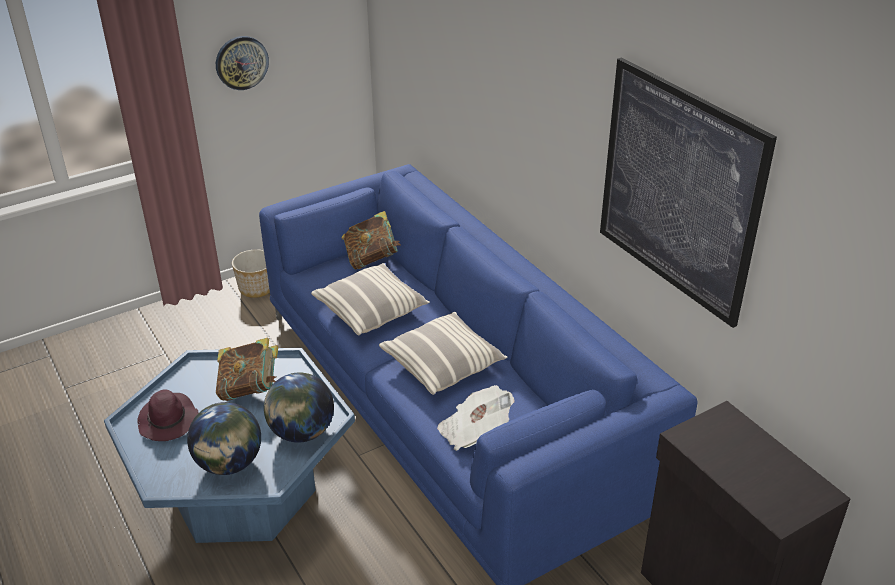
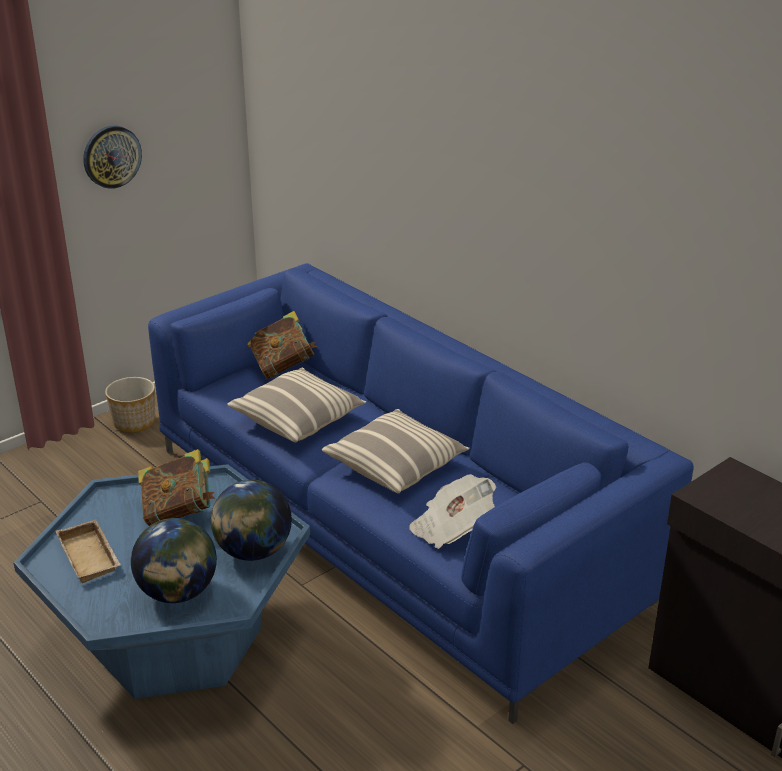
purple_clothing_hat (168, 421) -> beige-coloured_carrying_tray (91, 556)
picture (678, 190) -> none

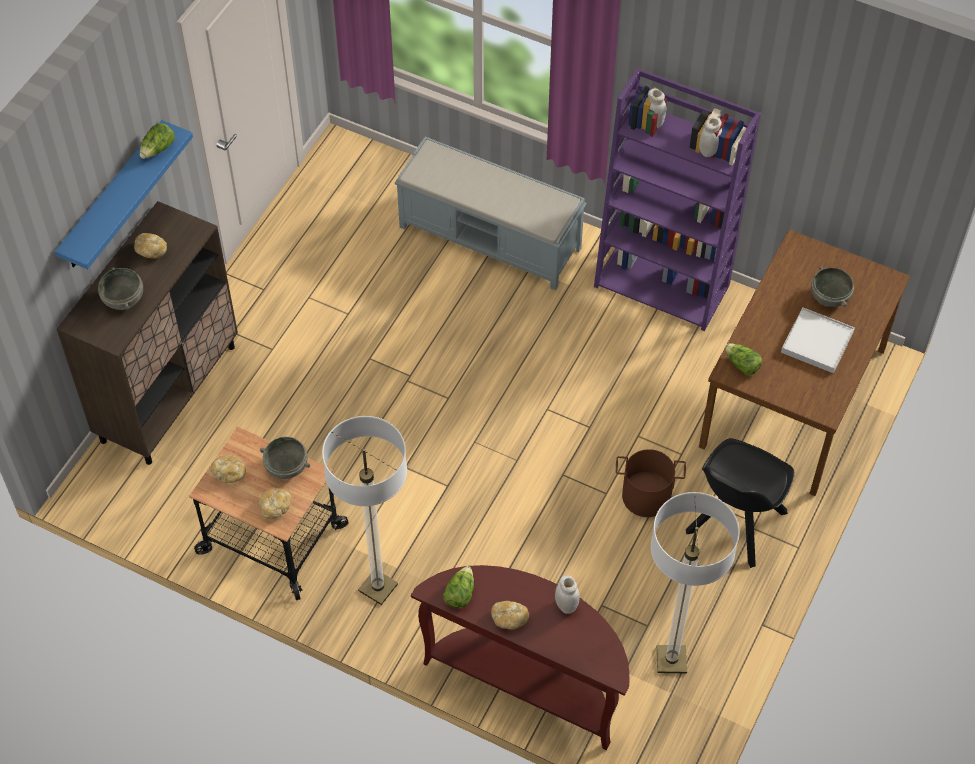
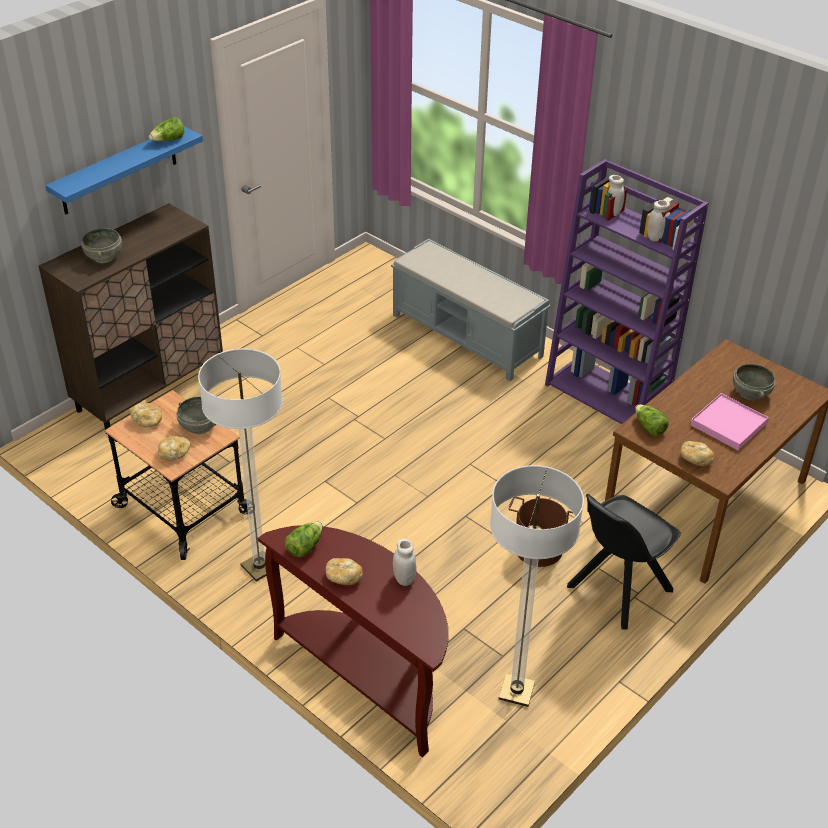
bakery_bread (151, 250) -> bakery_bread (695, 459), relocated
white-coloured_carrying_tray (817, 342) -> pinkish_carrying_tray (728, 424)

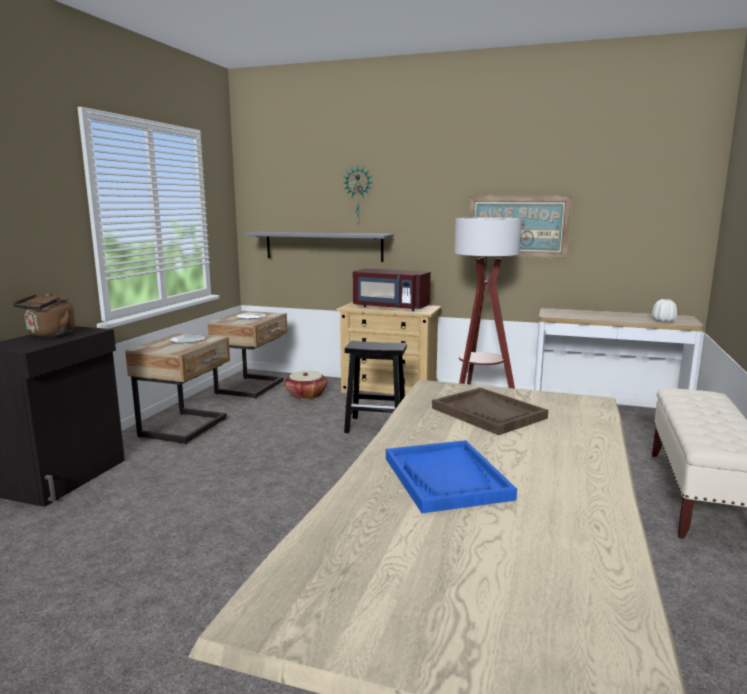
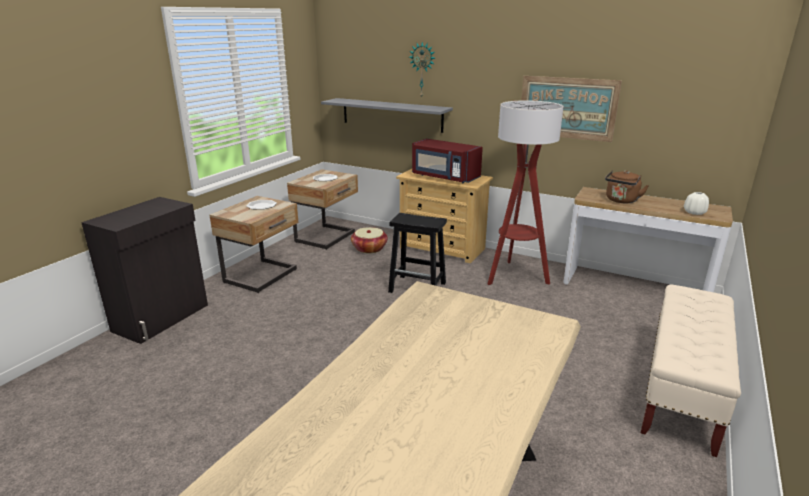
brown_tea_kettle (49, 335) -> brown_tea_kettle (621, 201), relocated
bluish_carrying_tray (446, 478) -> none
brown_carrying_tray (488, 413) -> none

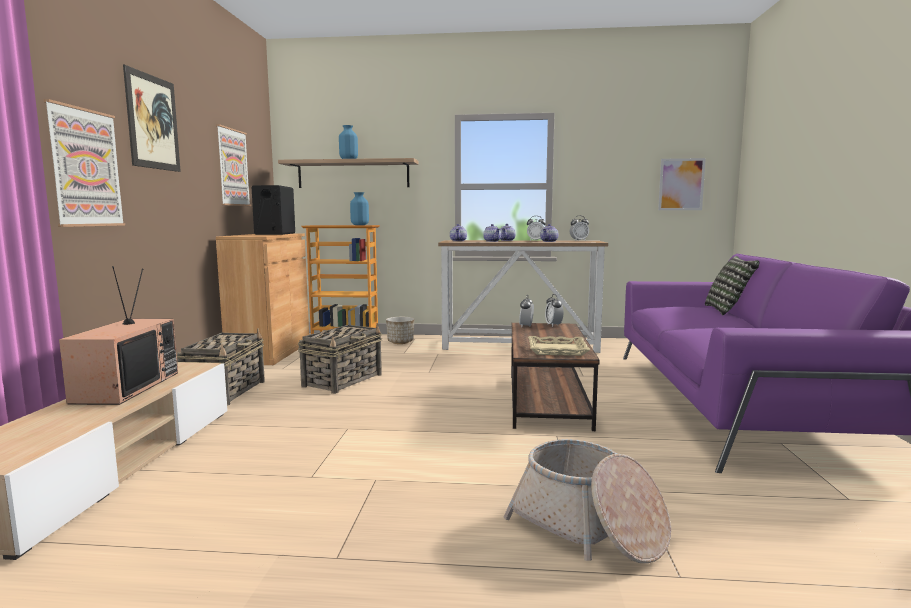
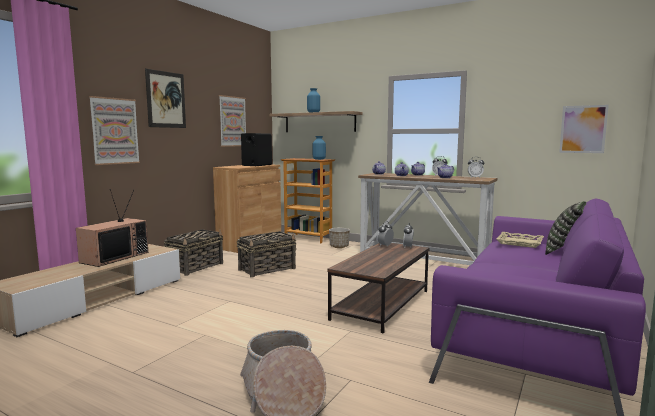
beige-coloured_carrying_tray (557, 350) -> beige-coloured_carrying_tray (520, 242), relocated

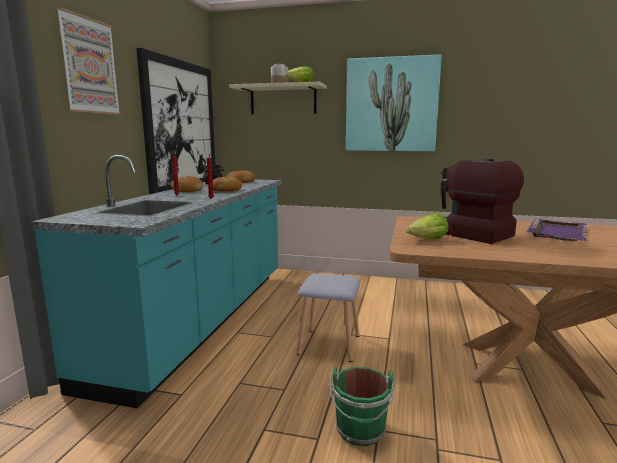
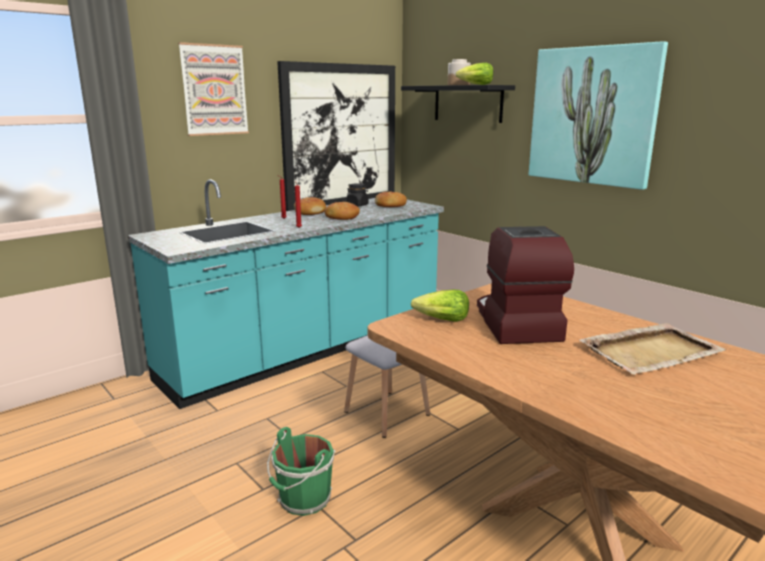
beige-coloured_bracket_shelf (283, 100) -> blackish_bracket_shelf (467, 103)
purple_carrying_tray (557, 232) -> beige-coloured_carrying_tray (651, 351)

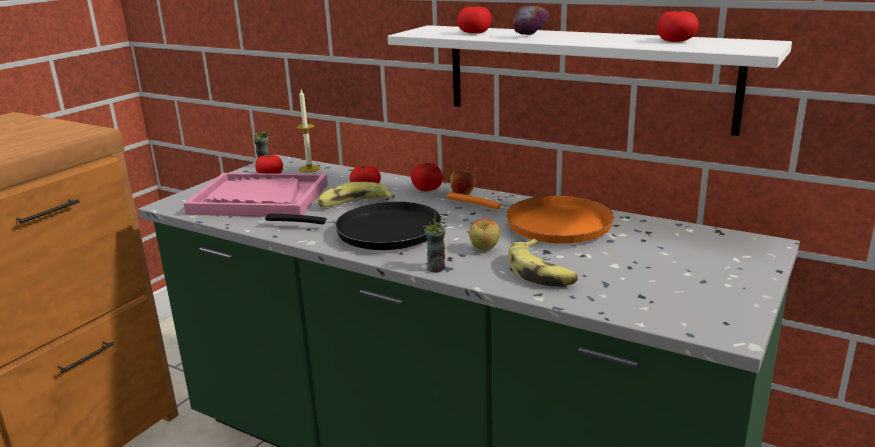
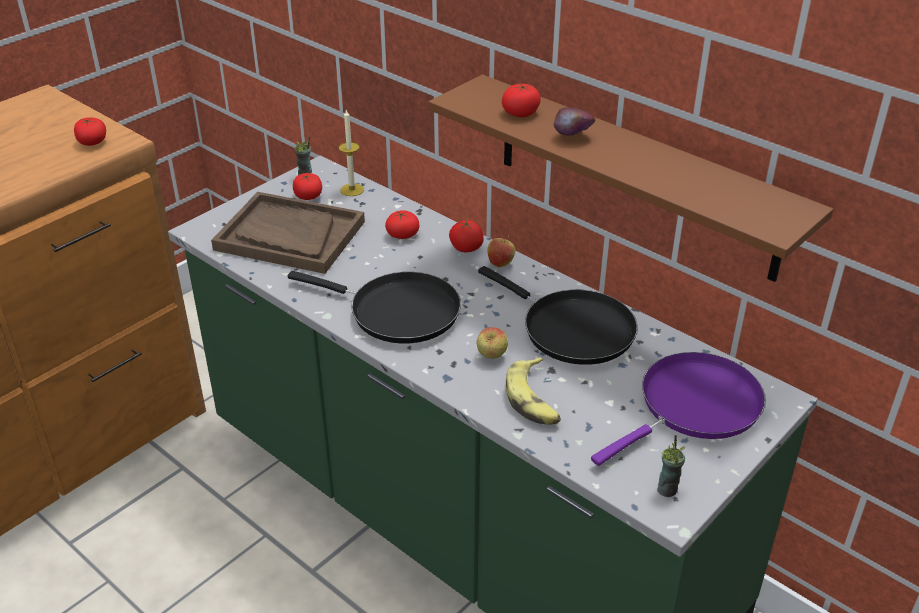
pinkish_carrying_tray (259, 199) -> brown_carrying_tray (289, 236)
banana_fruit (354, 204) -> none
white-coloured_bracket_shelf (585, 76) -> brown_bracket_shelf (634, 176)
drinking_cup (436, 268) -> drinking_cup (667, 489), relocated
orange-coloured_skillet (550, 224) -> blackish_skillet (572, 329)
fresh_tomato (676, 40) -> fresh_tomato (92, 142), relocated
none -> purple_skillet (694, 407)

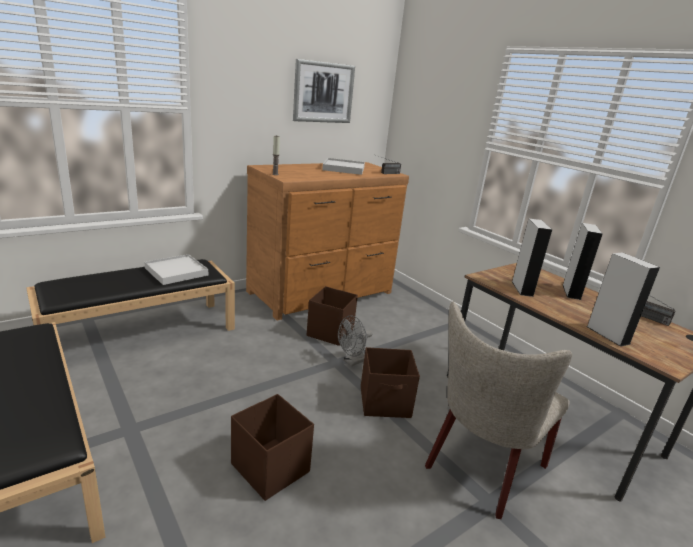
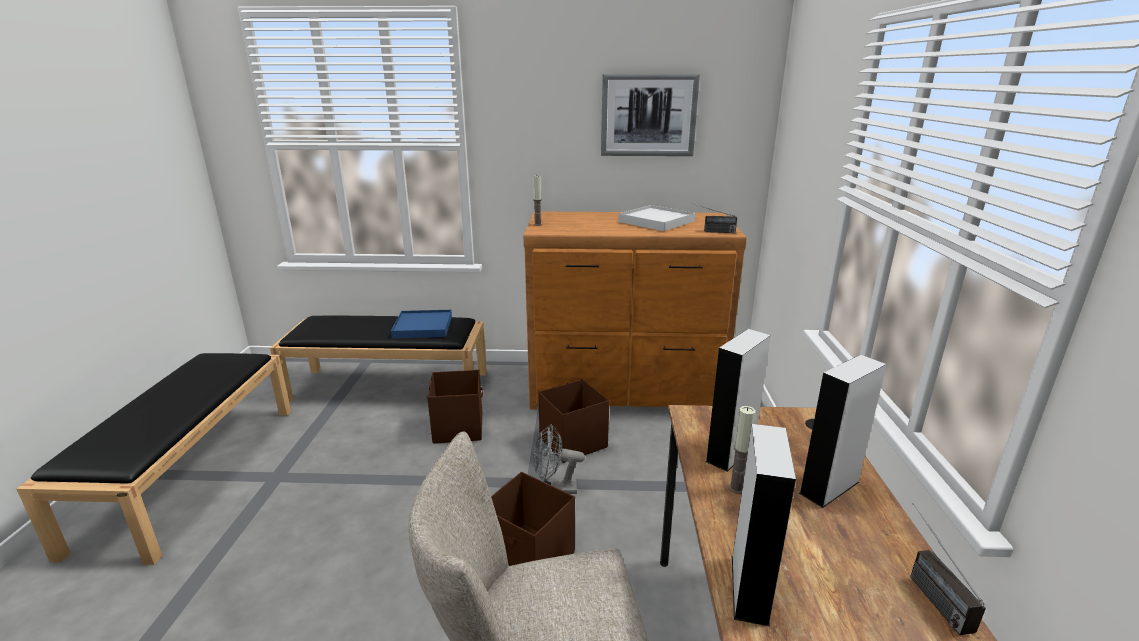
white-coloured_carrying_tray (176, 271) -> bluish_carrying_tray (423, 327)
brown_storage_container (270, 467) -> brown_storage_container (459, 427), relocated
none -> candle (736, 488)

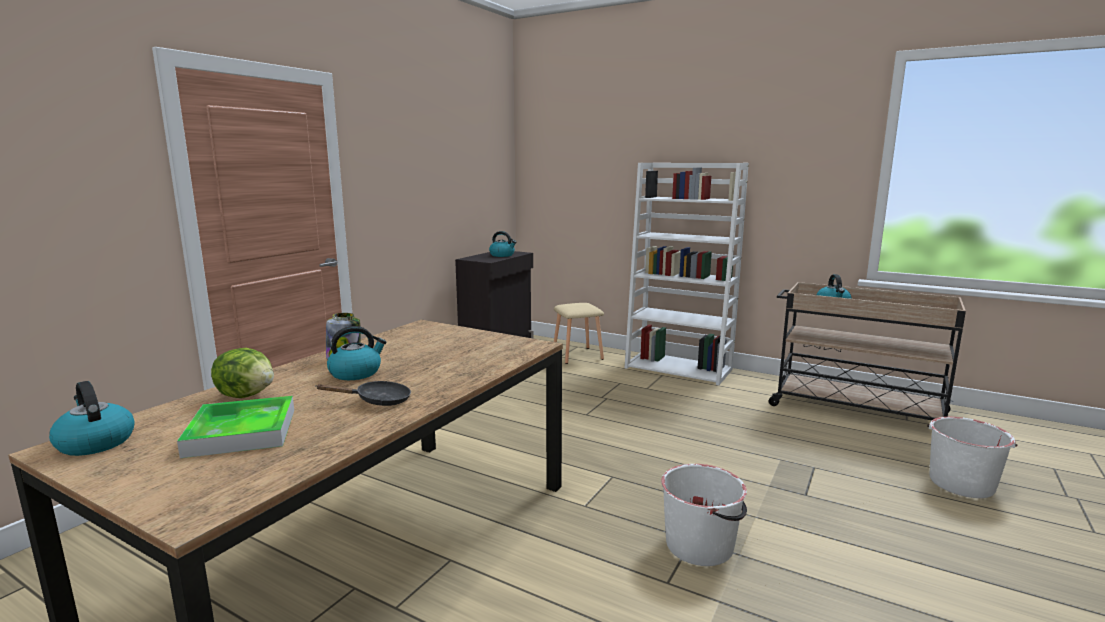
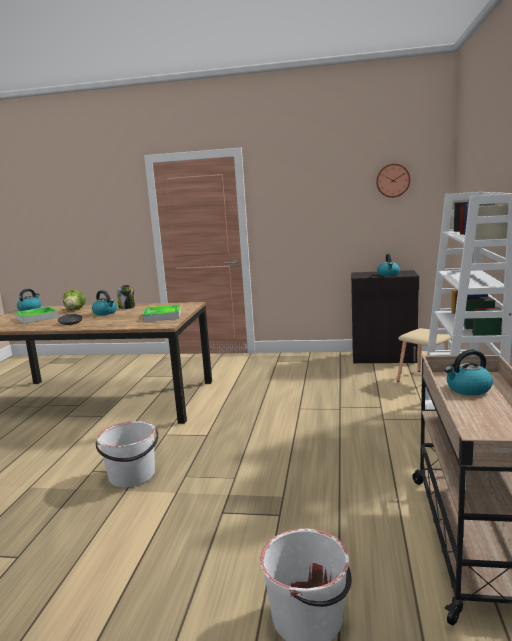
none -> carrying_tray (162, 316)
none -> wall_clock (392, 180)

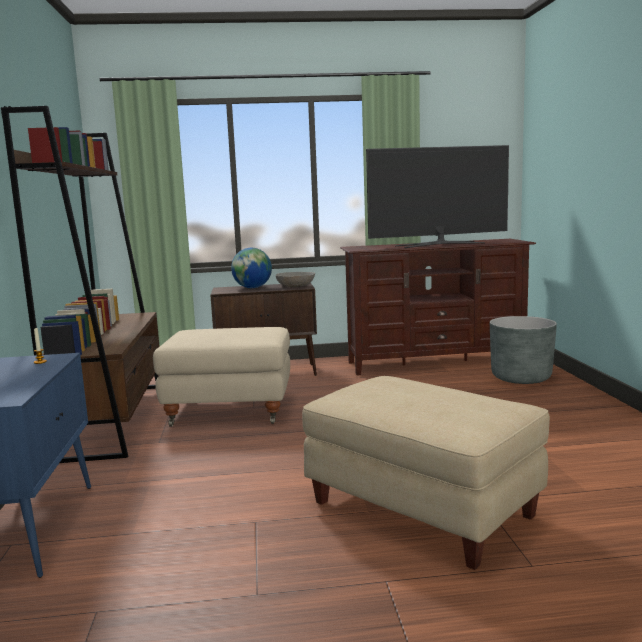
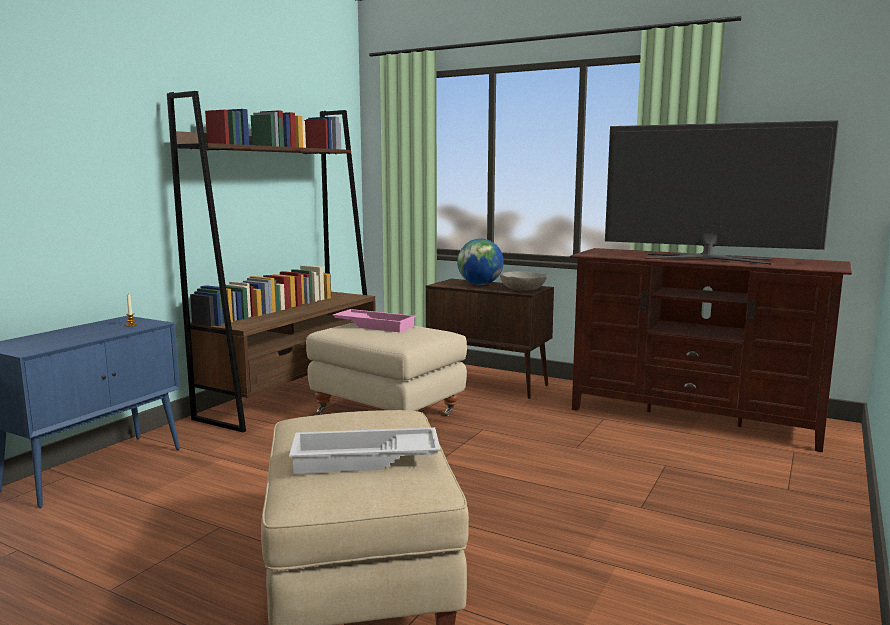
gray_flower_pot (521, 377) -> none
none -> white-coloured_carrying_tray (364, 460)
none -> pinkish_carrying_tray (375, 325)

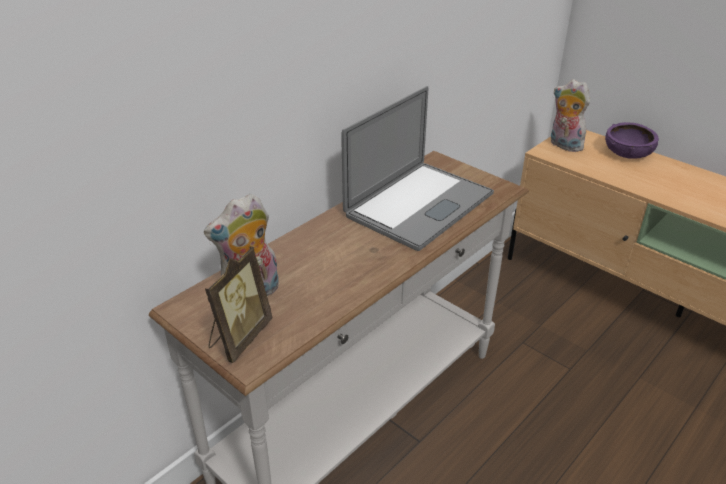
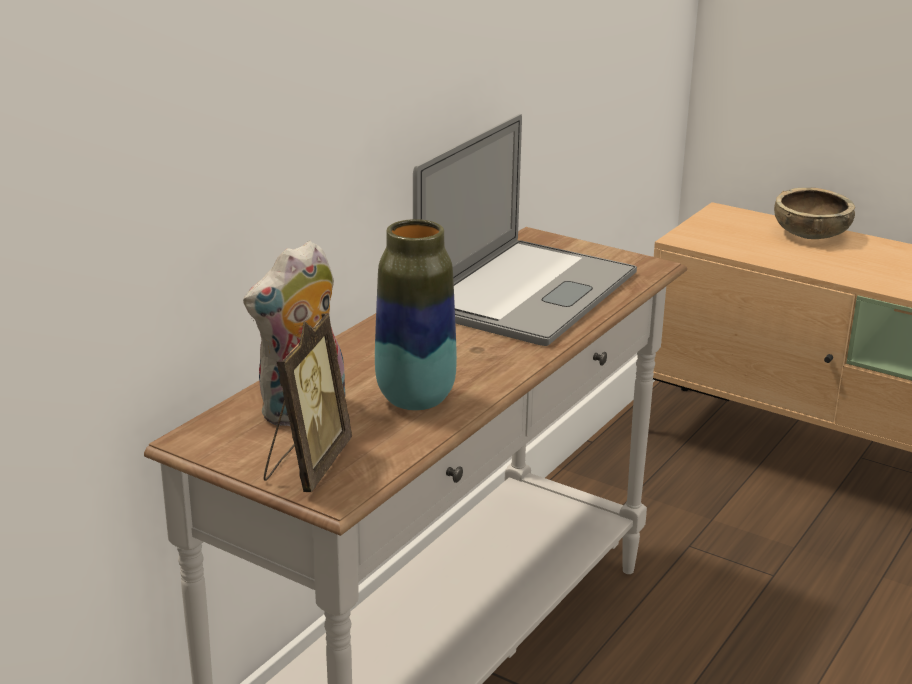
cuddly_toy (563, 145) -> none
purple_bowl (627, 153) -> brown_bowl (810, 234)
none -> vase (415, 399)

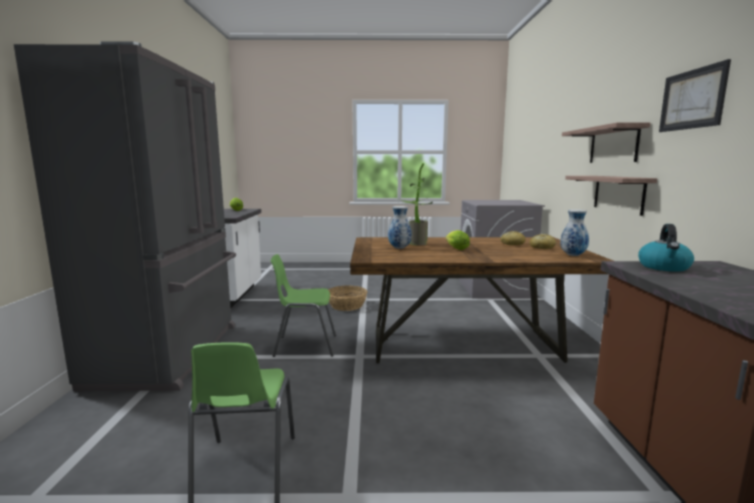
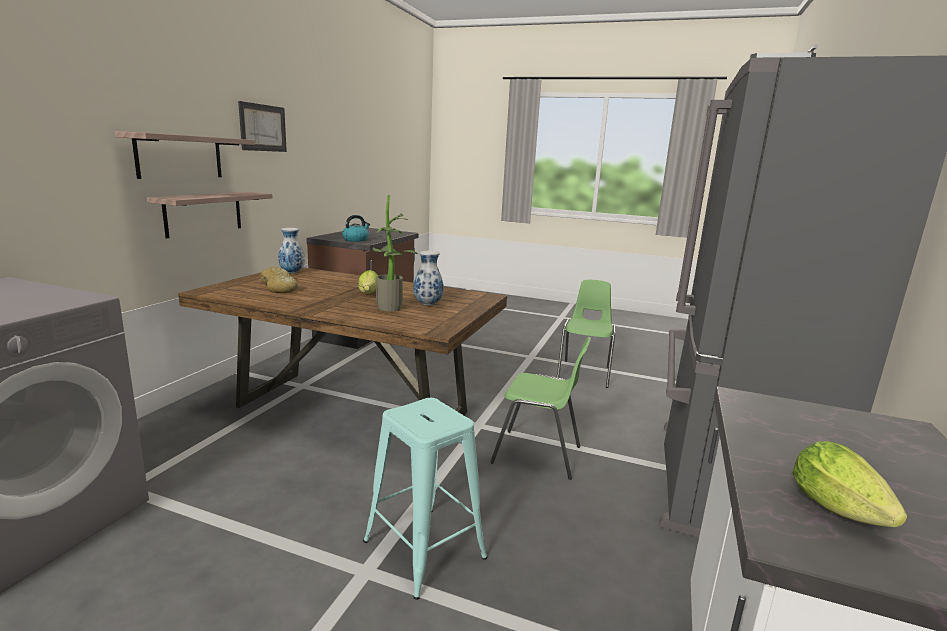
household_basket (347, 305) -> turquoise_stool_seat (424, 549)

